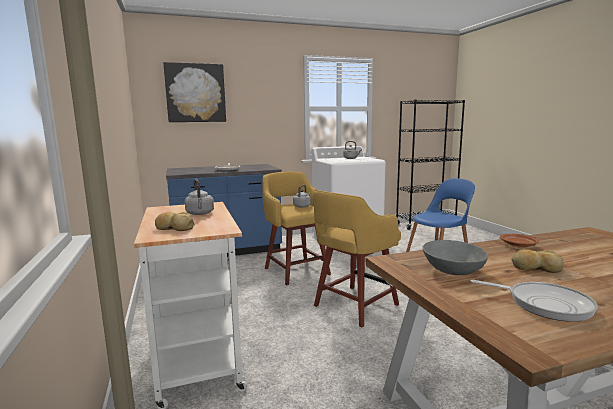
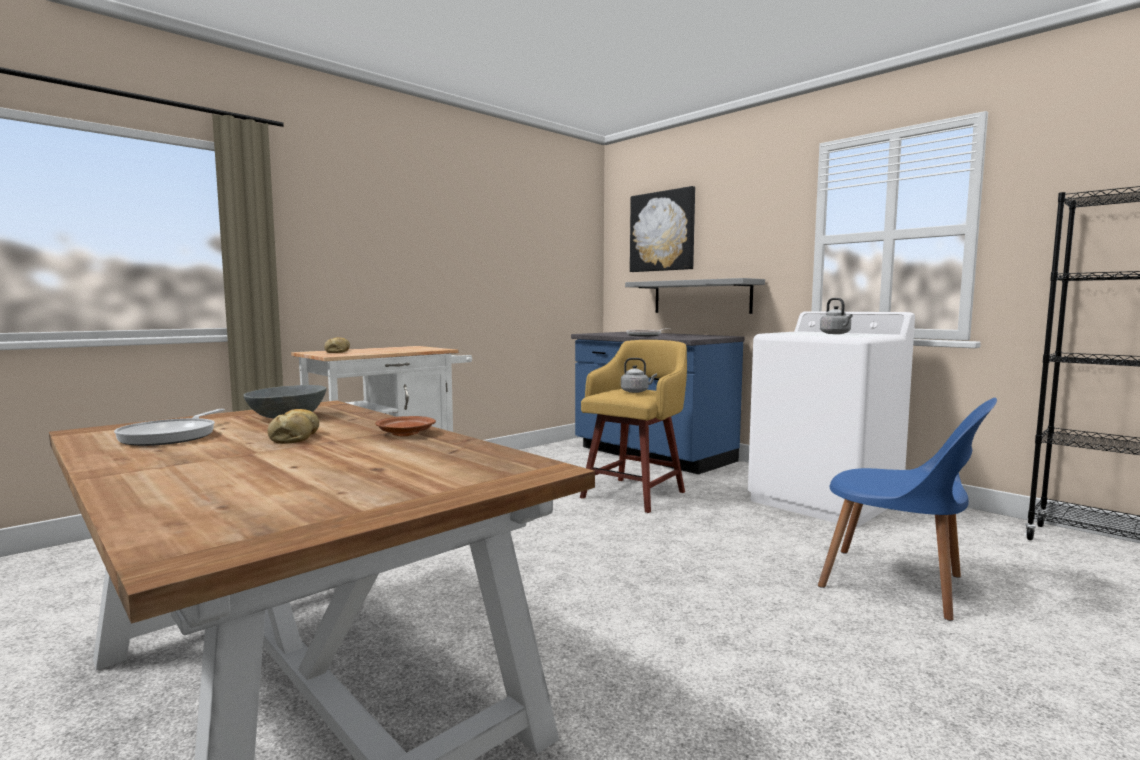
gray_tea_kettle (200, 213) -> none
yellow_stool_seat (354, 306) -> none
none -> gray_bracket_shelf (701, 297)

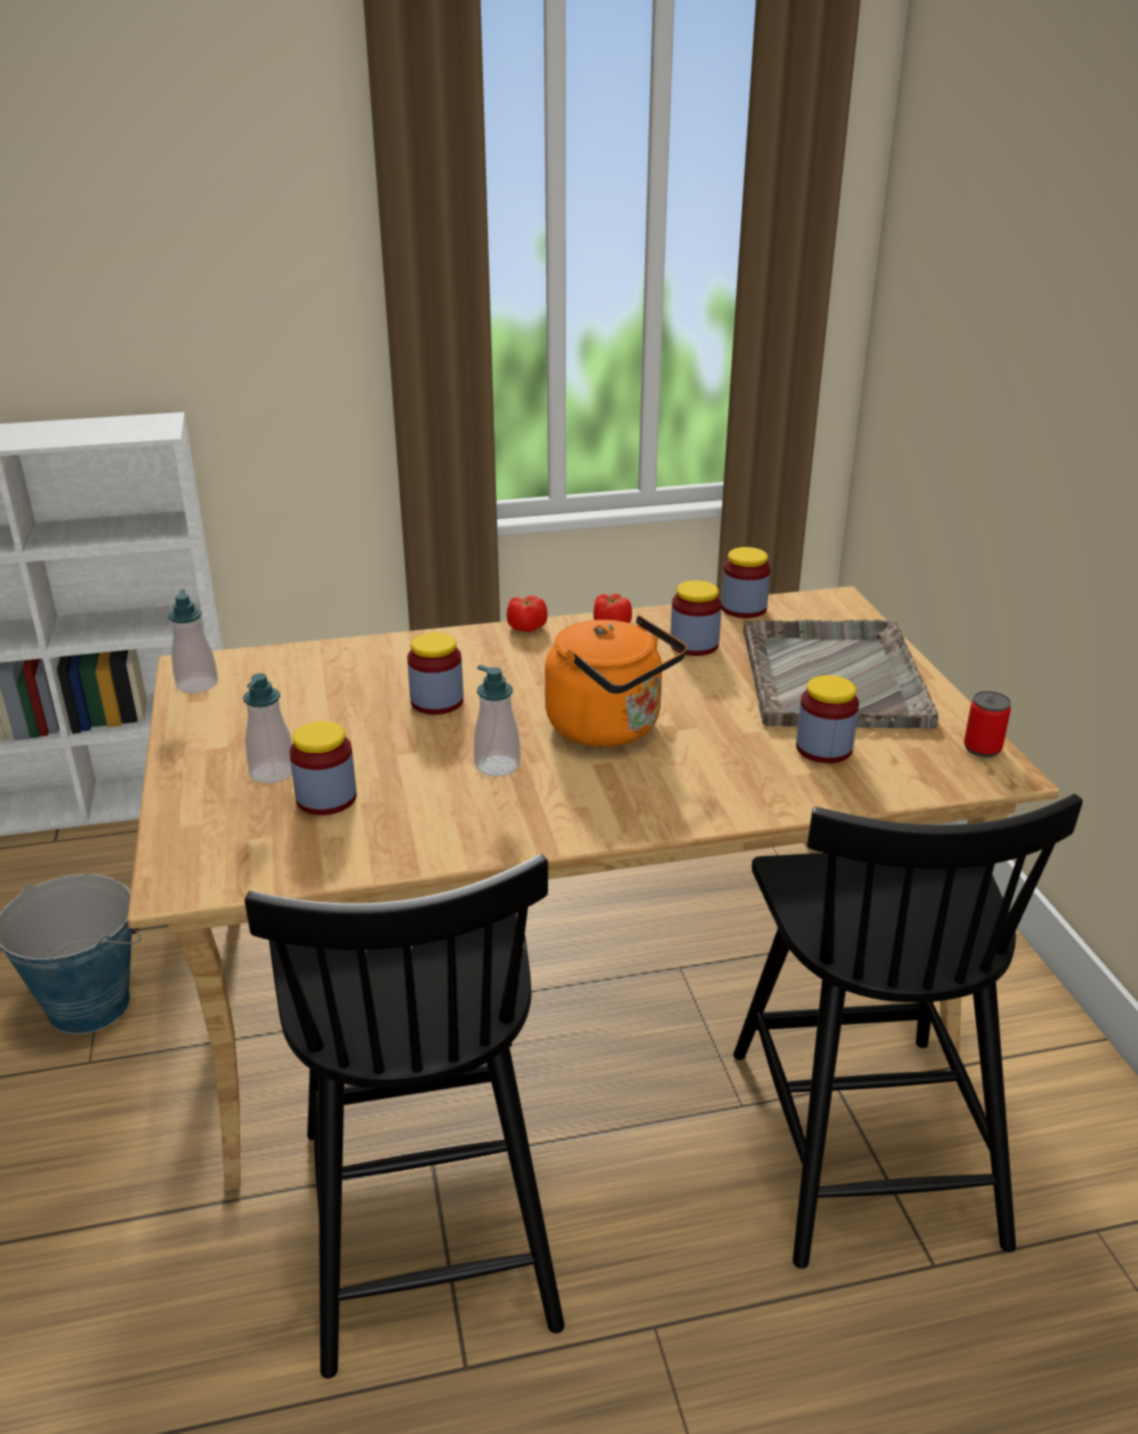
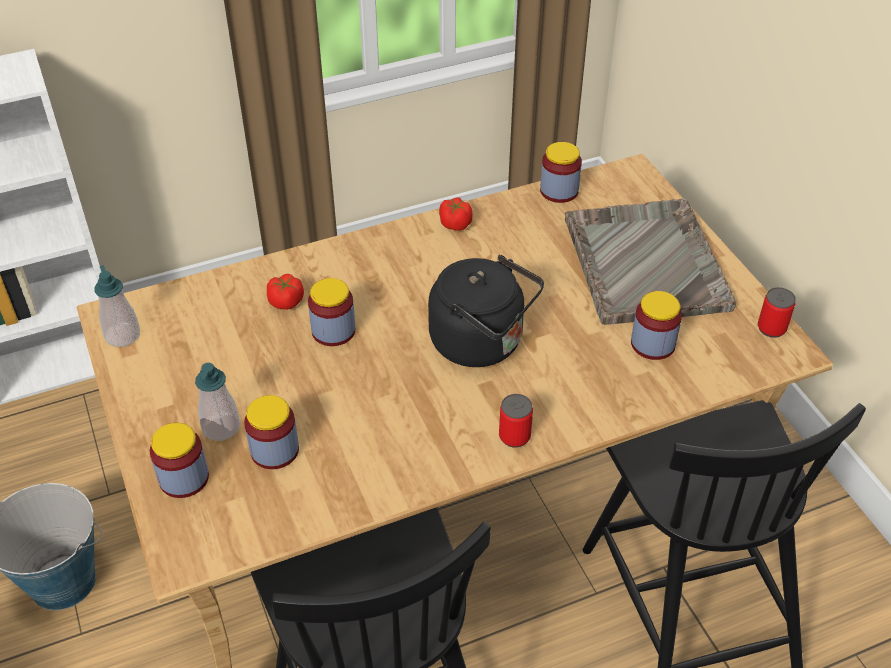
soap_bottle (497, 765) -> none
fresh_tomato (527, 627) -> fresh_tomato (286, 302), relocated
orange-coloured_tea_kettle (610, 728) -> blackish_tea_kettle (482, 343)
storage_jar (694, 645) -> storage_jar (184, 478), relocated
none -> metal_can (514, 436)

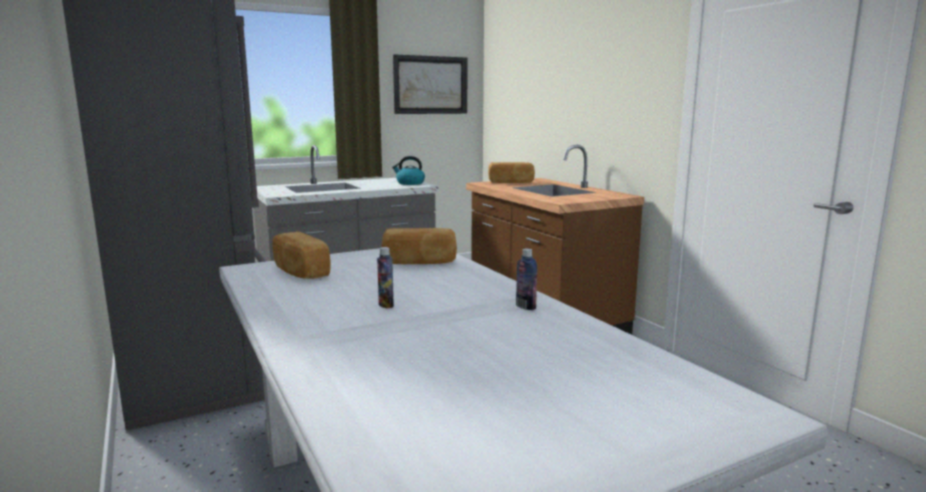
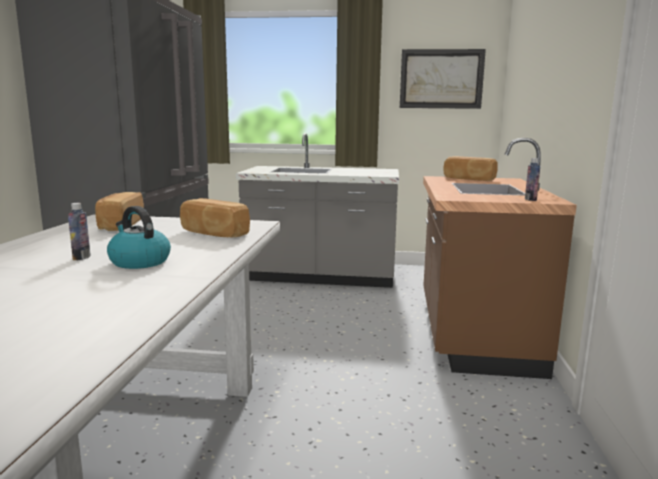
tea_kettle (410, 183) -> tea_kettle (139, 262), relocated
bottle (525, 307) -> bottle (530, 199), relocated

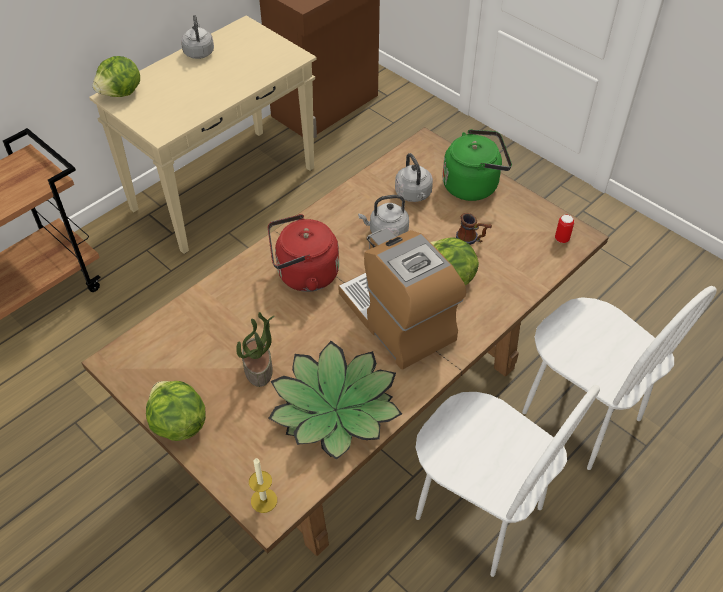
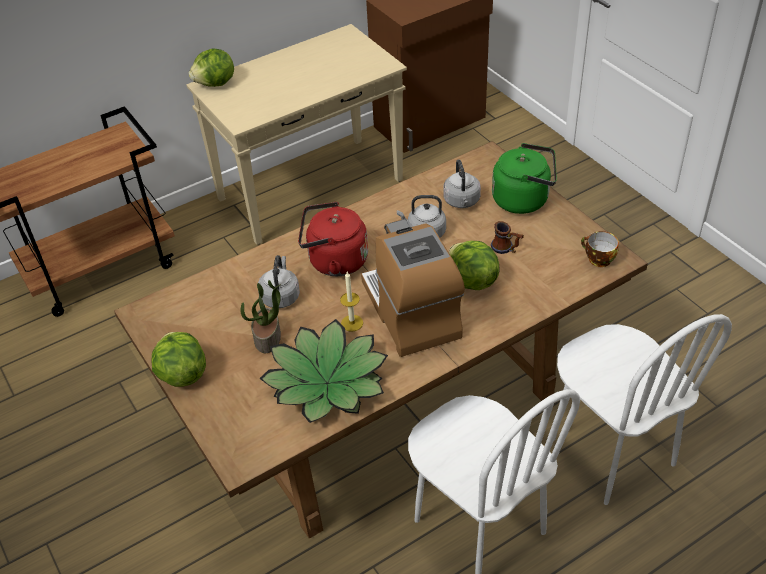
gray_tea_kettle (199, 51) -> gray_tea_kettle (280, 296), relocated
candle (264, 500) -> candle (352, 323), relocated
metal_can (561, 239) -> drinking_cup (597, 259)

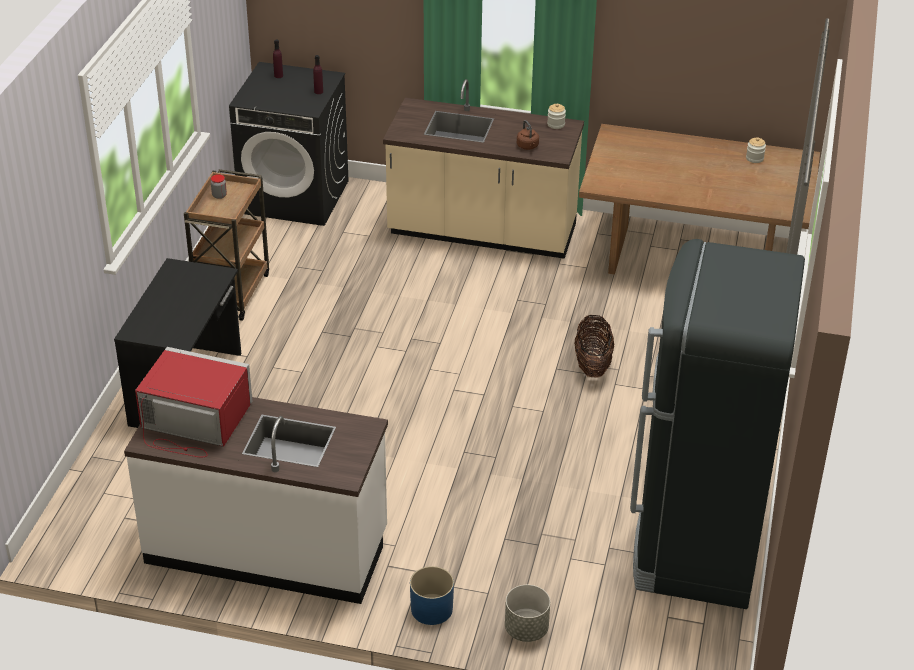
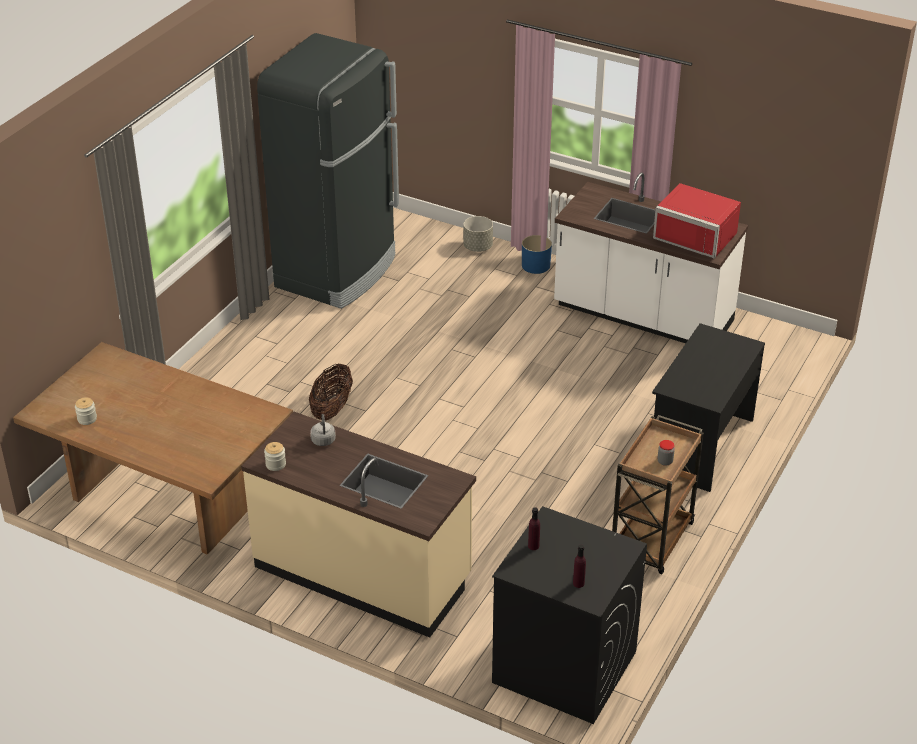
brown_tea_kettle (528, 147) -> gray_tea_kettle (323, 439)

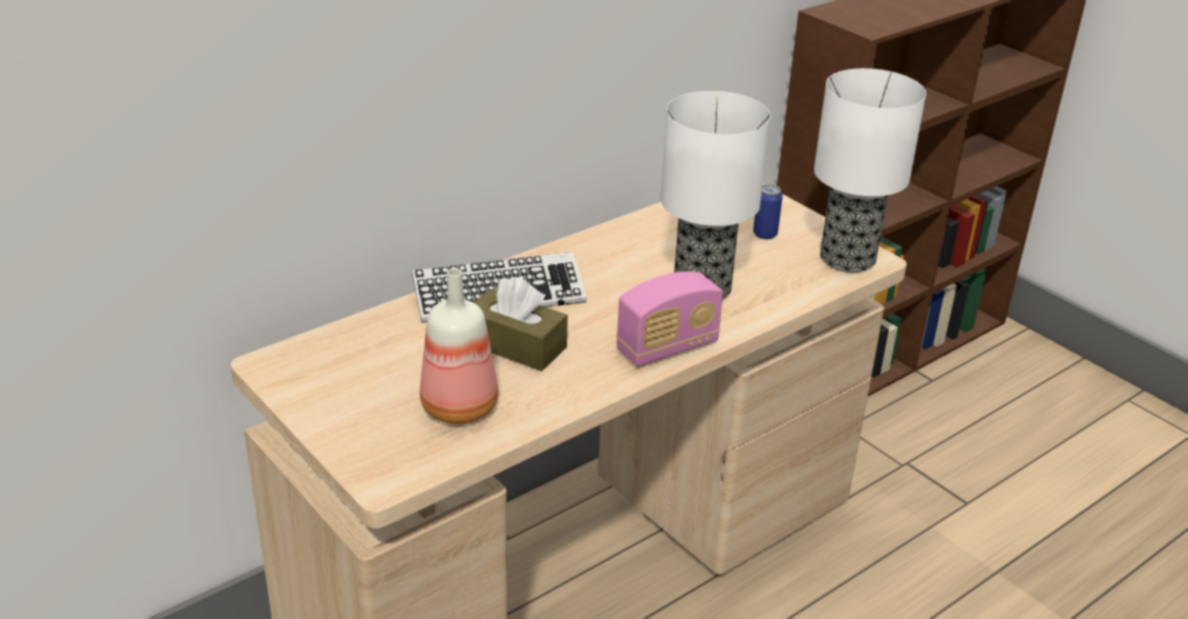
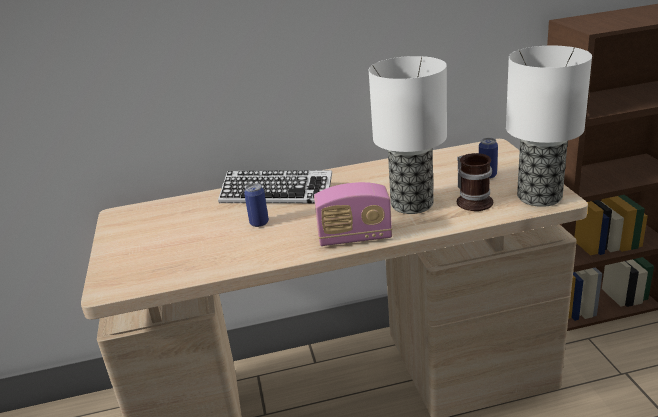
bottle (462, 407) -> none
brown_box_of_tissues (515, 345) -> metal_can (259, 223)
none -> tea_mug (474, 200)

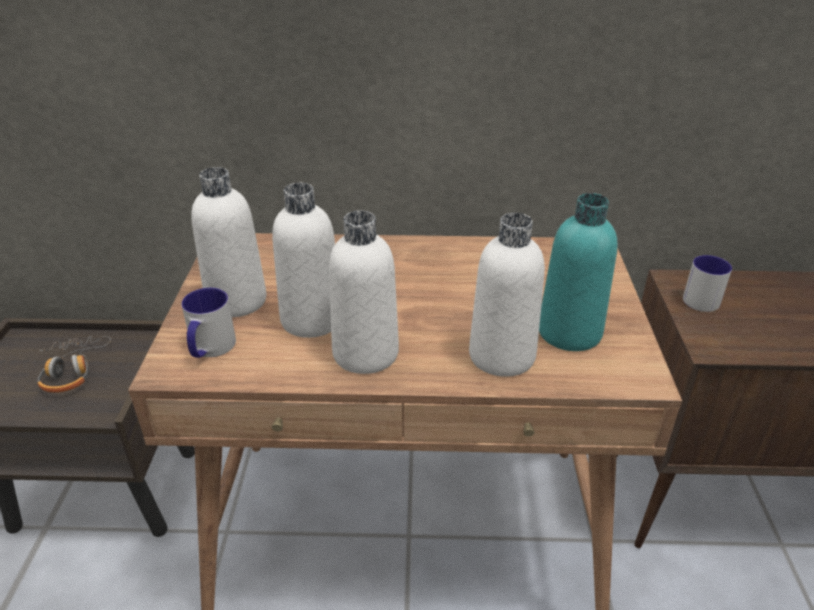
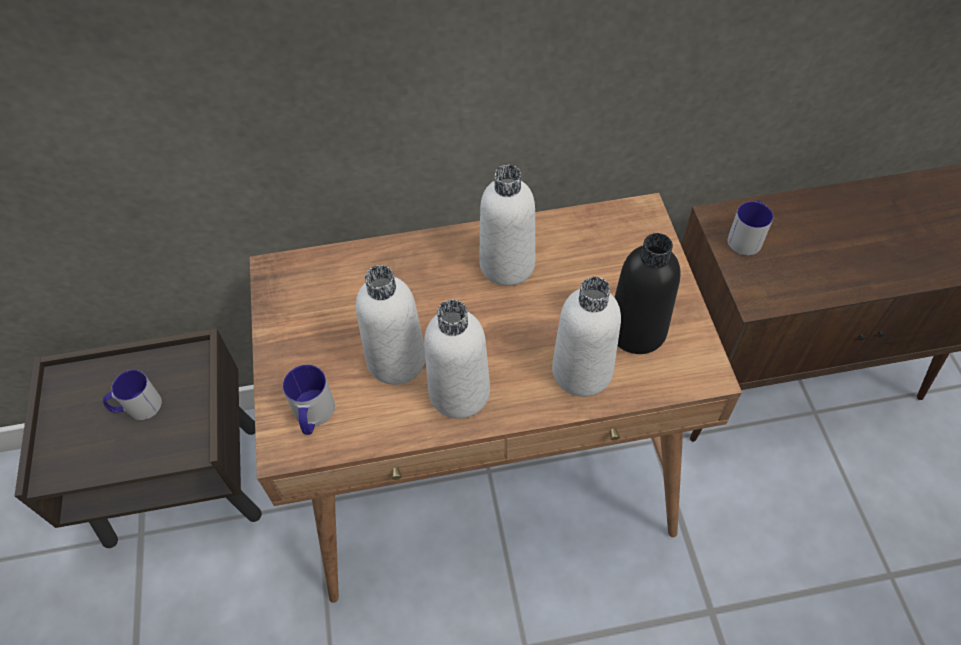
headset (72, 370) -> tea_mug (137, 407)
white-coloured_bottle (236, 301) -> white-coloured_bottle (507, 265), relocated
turquoise_bottle (569, 332) -> blackish_bottle (636, 330)

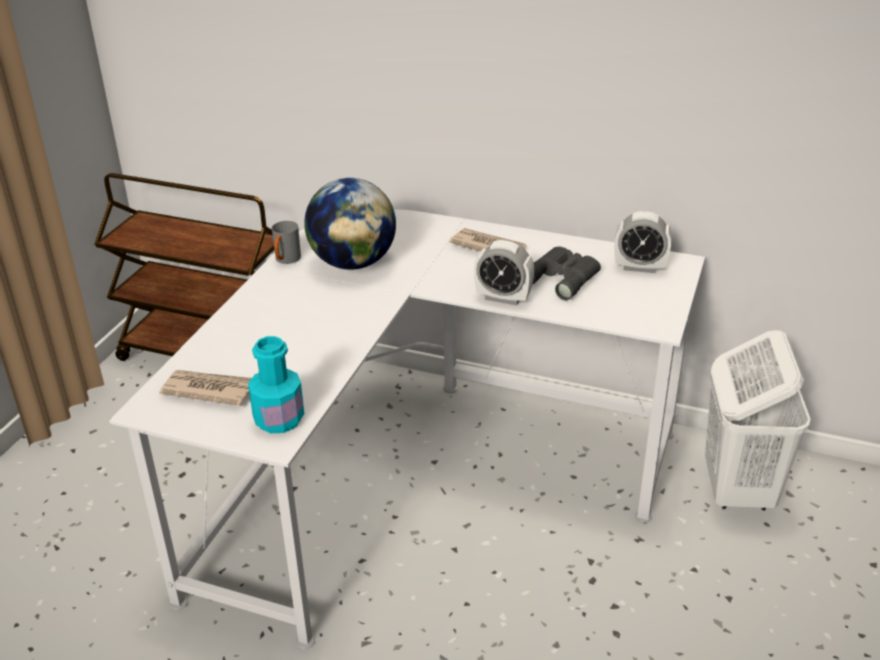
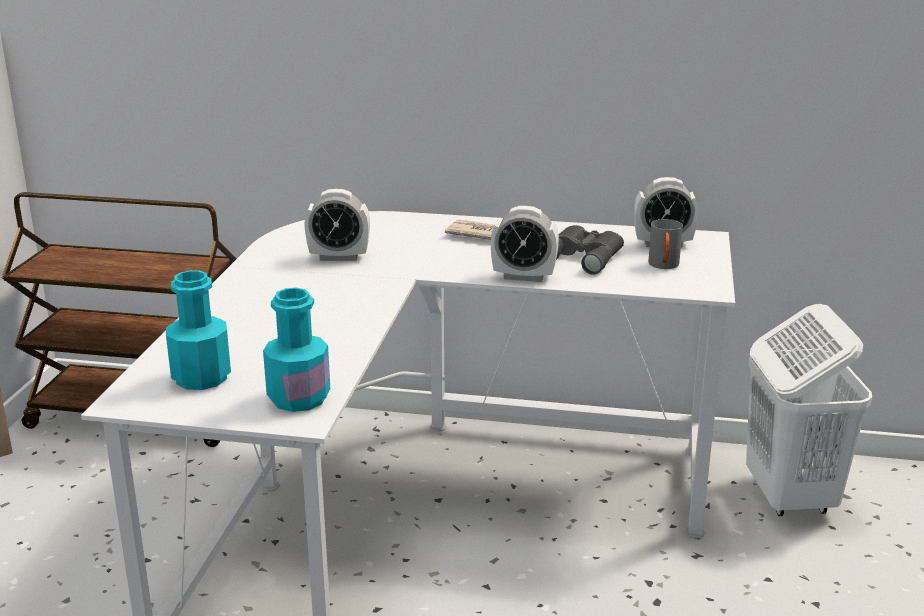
printed_paper (208, 390) -> turquoise_bottle (201, 377)
gray_tea_mug (286, 260) -> gray_tea_mug (664, 266), relocated
desk_globe (353, 263) -> table_clock (339, 257)

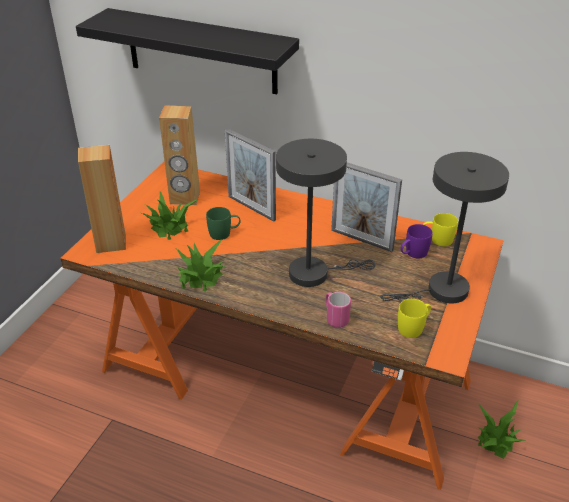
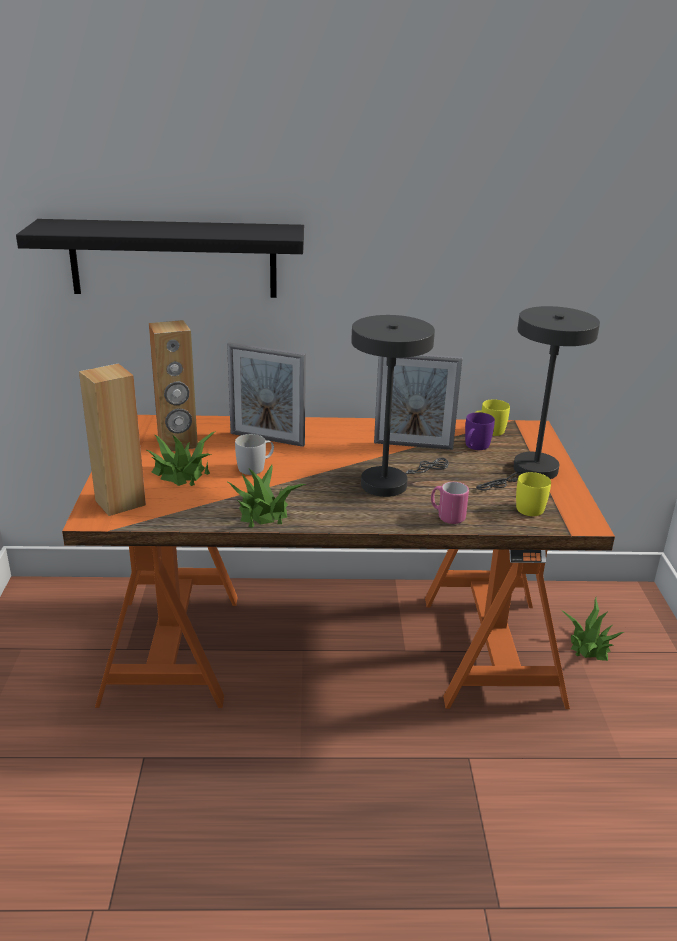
greenish_tea_mug (224, 233) -> white-coloured_tea_mug (256, 467)

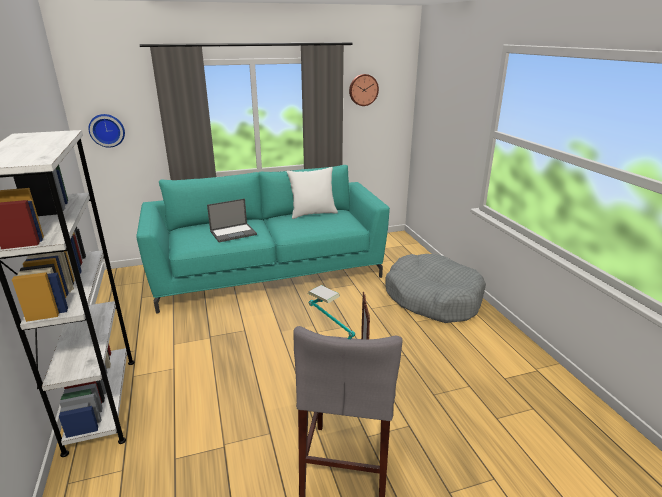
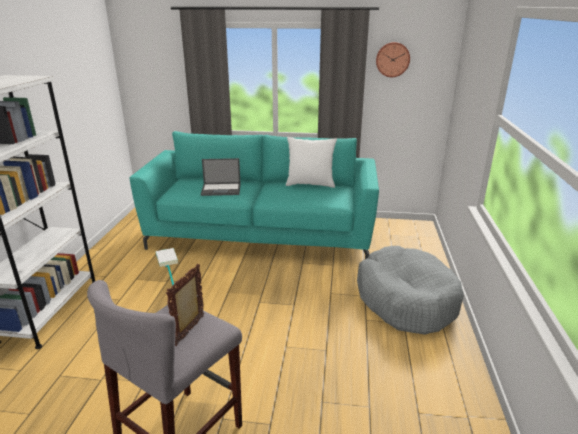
wall_clock (107, 130) -> none

